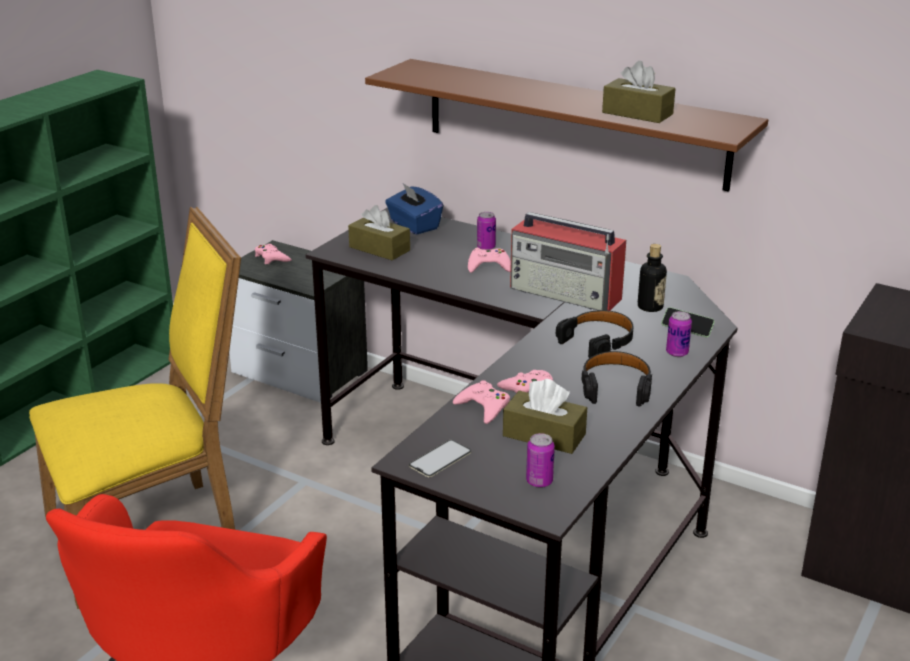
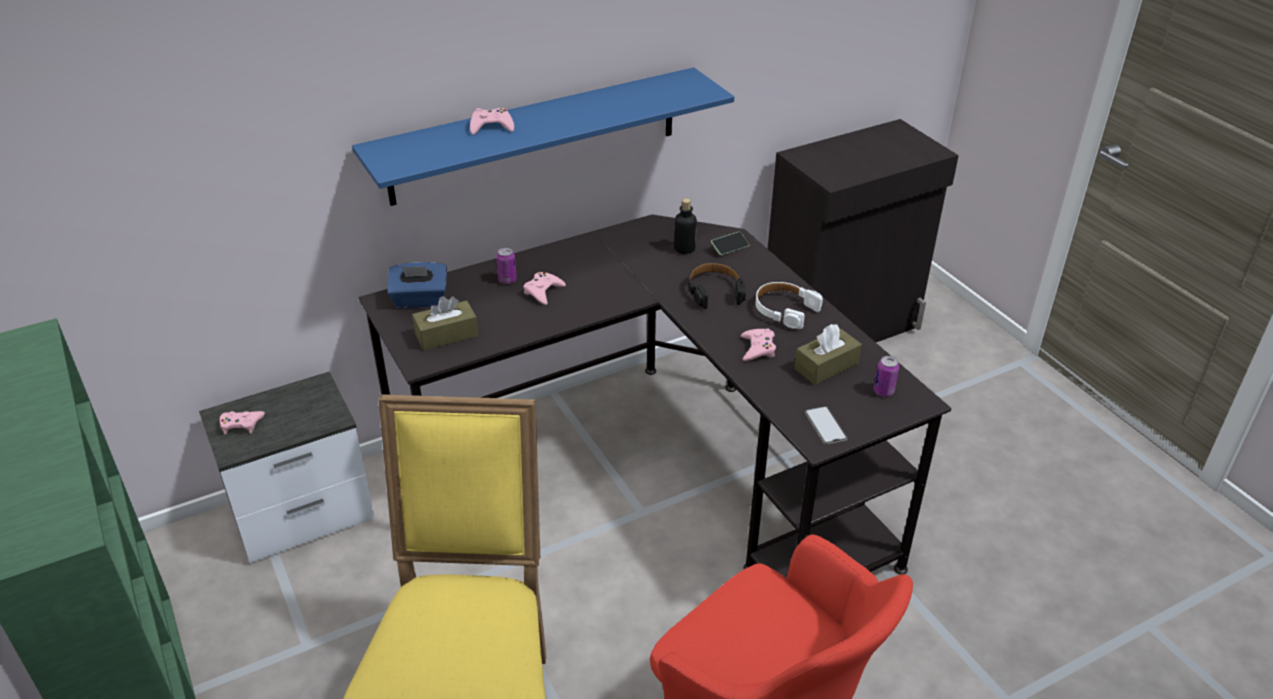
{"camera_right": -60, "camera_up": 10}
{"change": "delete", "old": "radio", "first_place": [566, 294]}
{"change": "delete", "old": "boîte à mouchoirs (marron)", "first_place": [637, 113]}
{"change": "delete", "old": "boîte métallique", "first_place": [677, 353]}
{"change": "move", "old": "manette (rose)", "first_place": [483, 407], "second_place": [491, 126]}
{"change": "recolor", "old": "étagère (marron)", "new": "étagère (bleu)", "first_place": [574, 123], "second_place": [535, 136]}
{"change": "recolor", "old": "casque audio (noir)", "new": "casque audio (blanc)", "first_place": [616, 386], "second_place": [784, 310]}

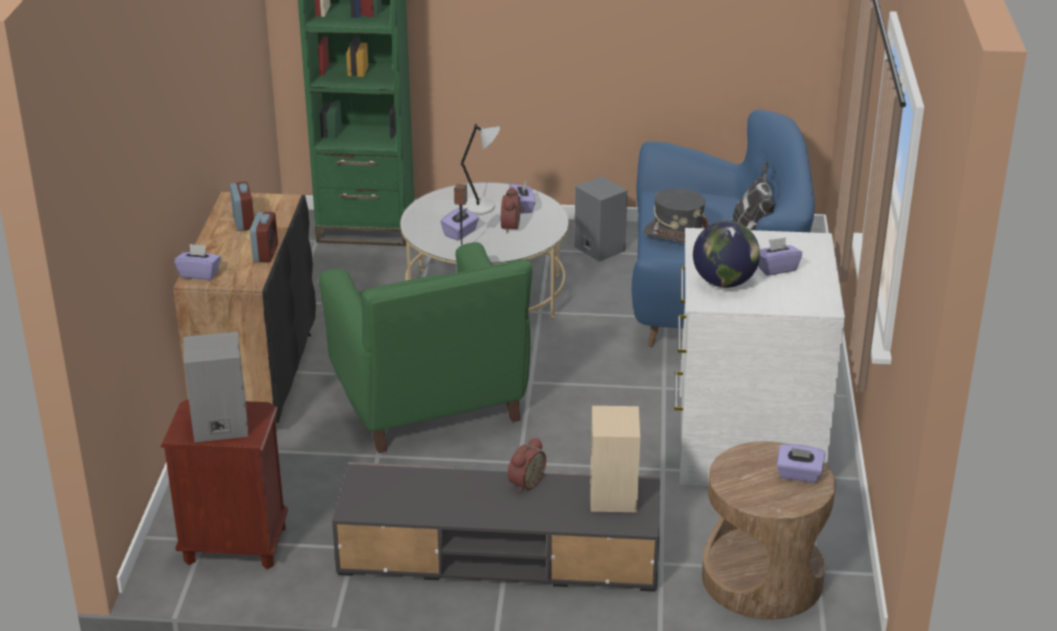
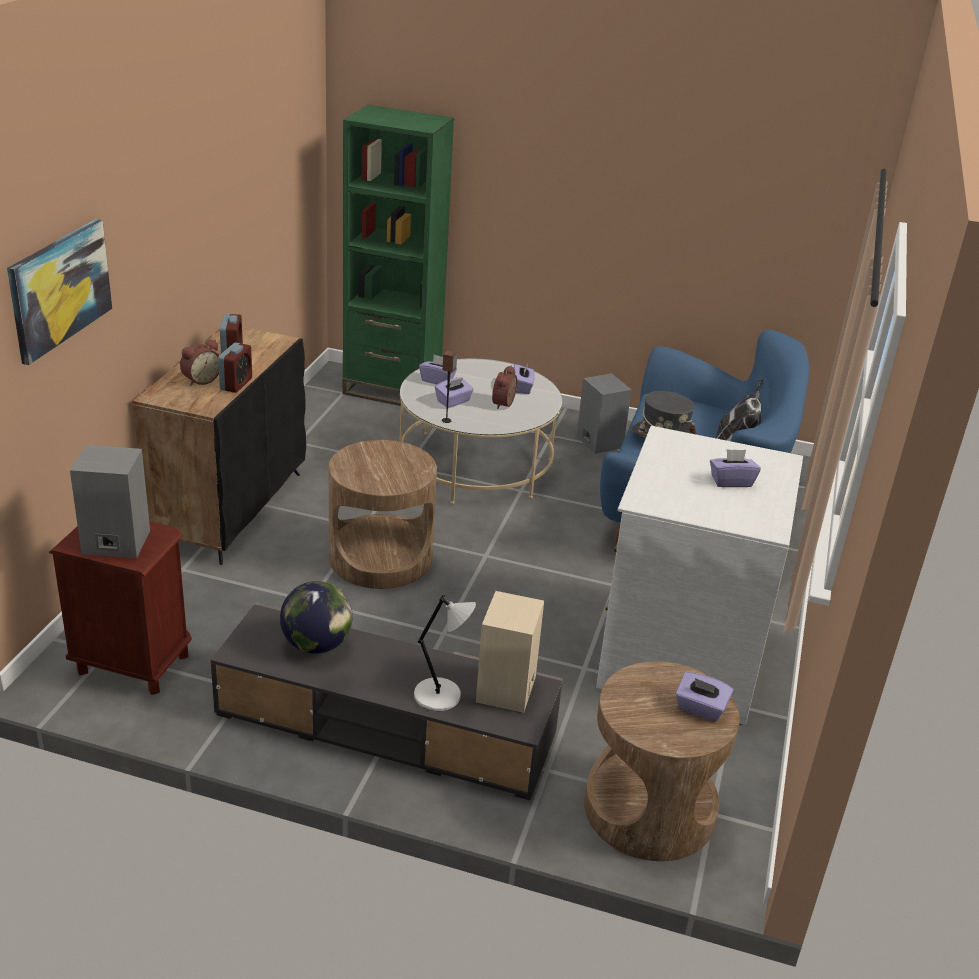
{"camera_right": 10, "camera_up": 0}
{"change": "insert", "new": "tableau", "second_place": [59, 289]}
{"change": "move", "old": "boîte à mouchoirs (violet)", "first_place": [199, 274], "second_place": [437, 380]}
{"change": "move", "old": "lampe de table (gris)", "first_place": [480, 206], "second_place": [440, 696]}
{"change": "move", "old": "réveil", "first_place": [524, 482], "second_place": [200, 380]}
{"change": "move", "old": "globe", "first_place": [724, 283], "second_place": [316, 645]}
{"change": "replace", "old": "fauteuil (vert)", "new": "table d'appoint (marron)", "first_place": [429, 403], "second_place": [380, 558]}

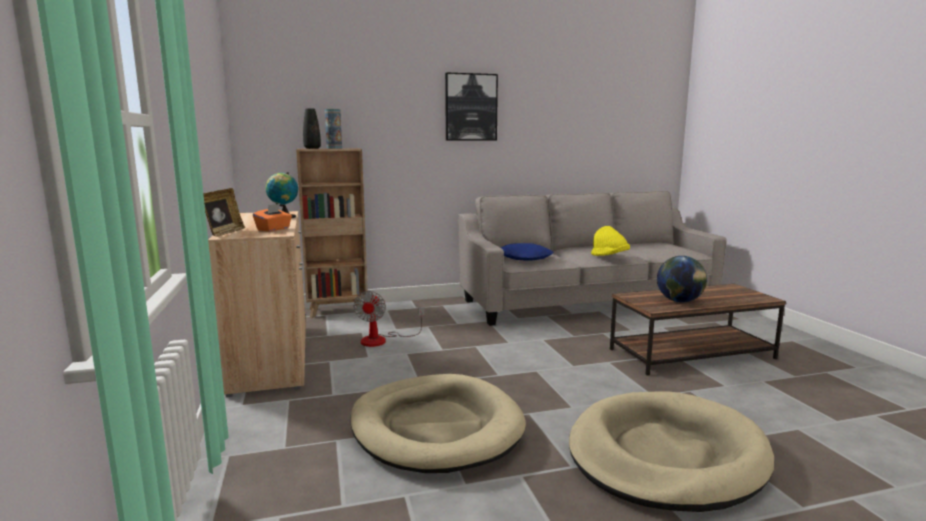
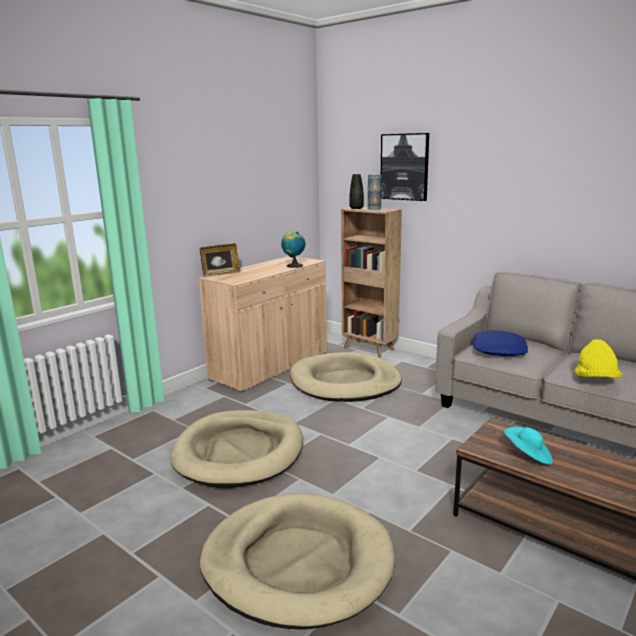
{"camera_right": 55, "camera_up": 5}
{"change": "delete", "old": "boîte à mouchoirs (orange)", "first_place": [273, 229]}
{"change": "move", "old": "tableau", "first_place": [471, 107], "second_place": [404, 167]}
{"change": "replace", "old": "ventilateur", "new": "panier pour chien (beige)", "first_place": [382, 340], "second_place": [345, 382]}
{"change": "replace", "old": "globe", "new": "chapeau (turquoise)", "first_place": [679, 301], "second_place": [528, 456]}

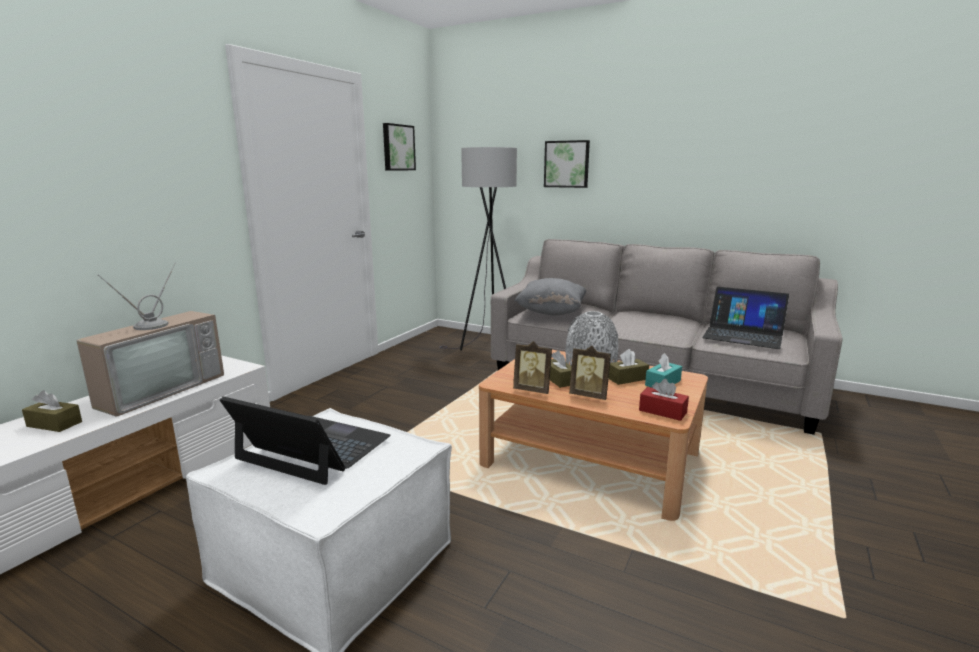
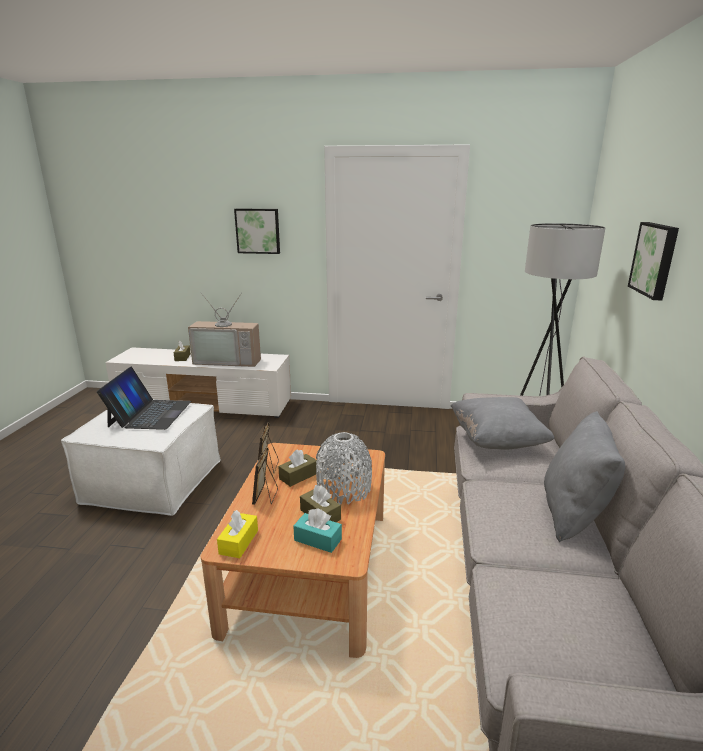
{"camera_right": 70, "camera_up": 5}
{"change": "delete", "old": "ordinateur portable", "first_place": [743, 335]}
{"change": "insert", "new": "coussin (gris)", "second_place": [573, 514]}
{"change": "move", "old": "tableau", "first_place": [397, 147], "second_place": [258, 231]}
{"change": "recolor", "old": "boîte à mouchoirs (rouge)", "new": "boîte à mouchoirs (jaune)", "first_place": [662, 411], "second_place": [239, 542]}

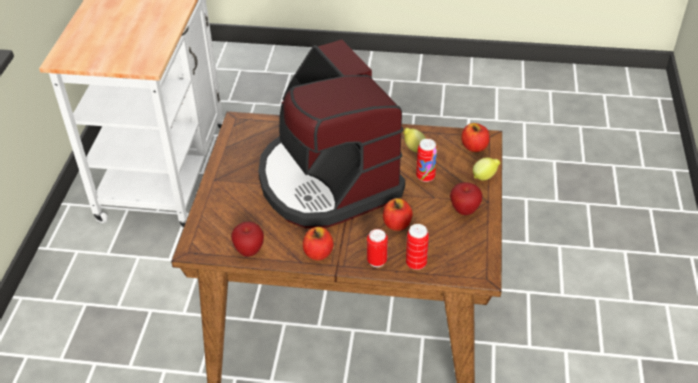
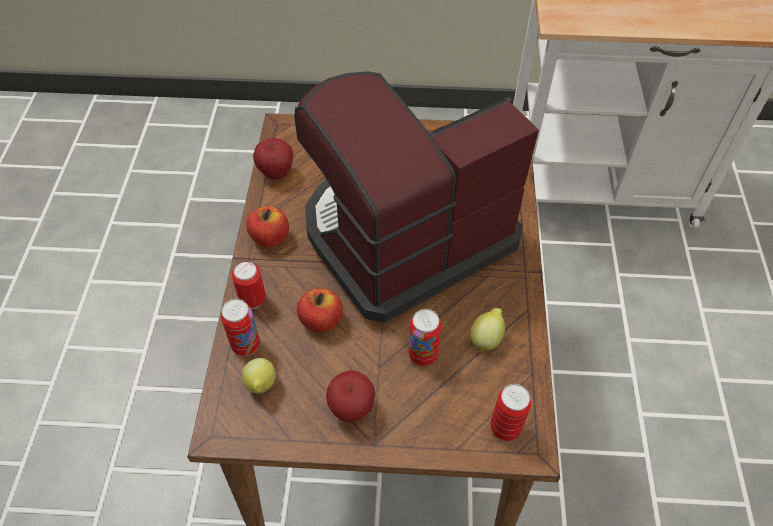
{"camera_right": 85, "camera_up": 10}
{"change": "move", "old": "citron", "first_place": [485, 177], "second_place": [261, 386]}
{"change": "replace", "old": "pomme", "new": "boîte métallique", "first_place": [474, 147], "second_place": [505, 428]}

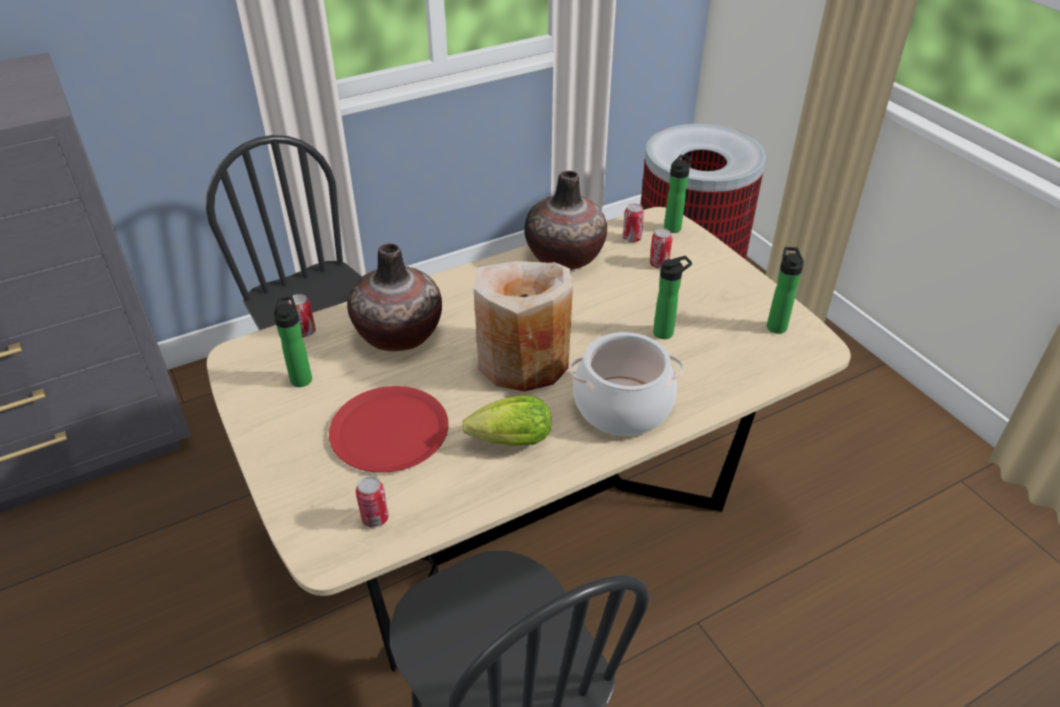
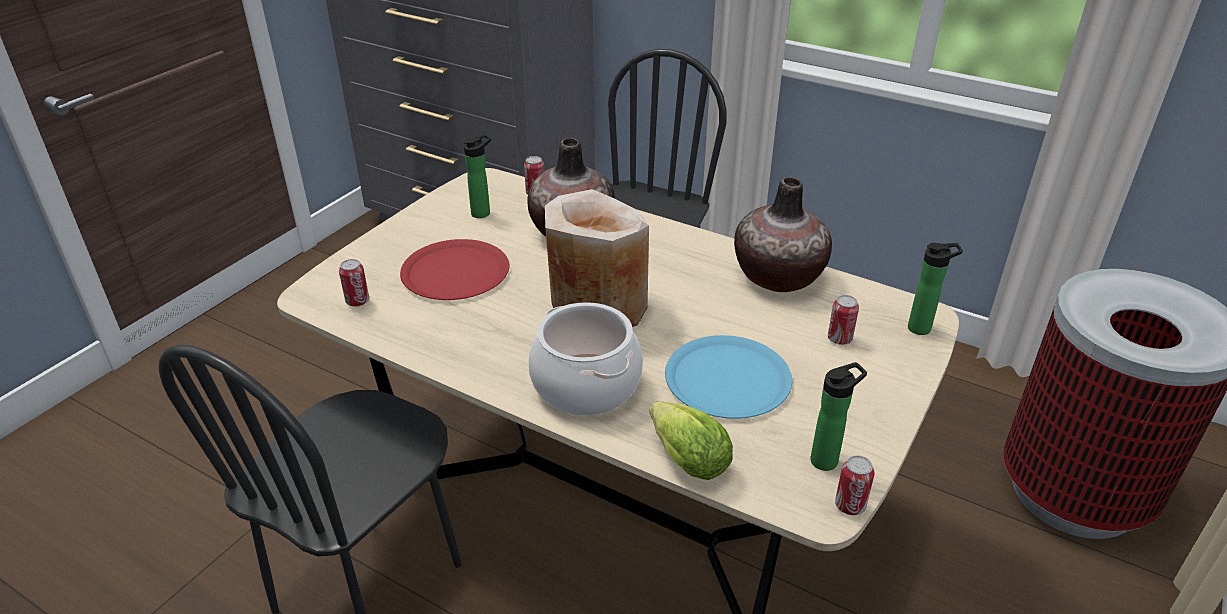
{"camera_right": 60, "camera_up": -5}
{"change": "move", "old": "laitue", "first_place": [507, 441], "second_place": [684, 457]}
{"change": "move", "old": "boîte métallique", "first_place": [631, 238], "second_place": [850, 506]}
{"change": "replace", "old": "bouteille", "new": "assiette (bleu)", "first_place": [666, 332], "second_place": [727, 379]}

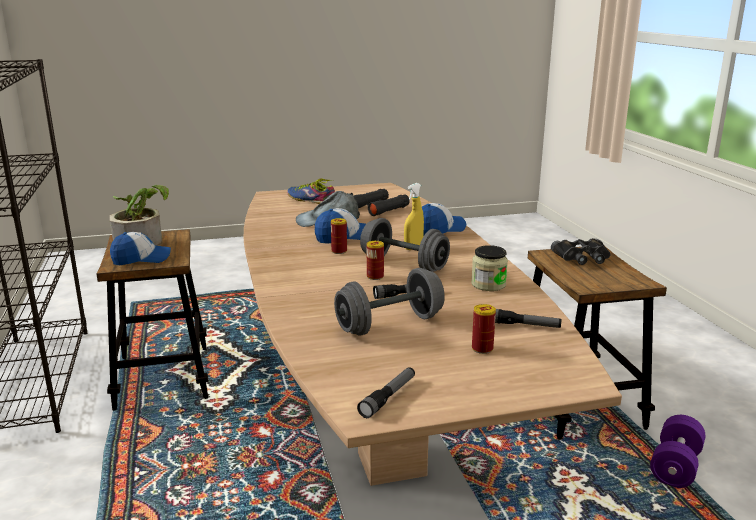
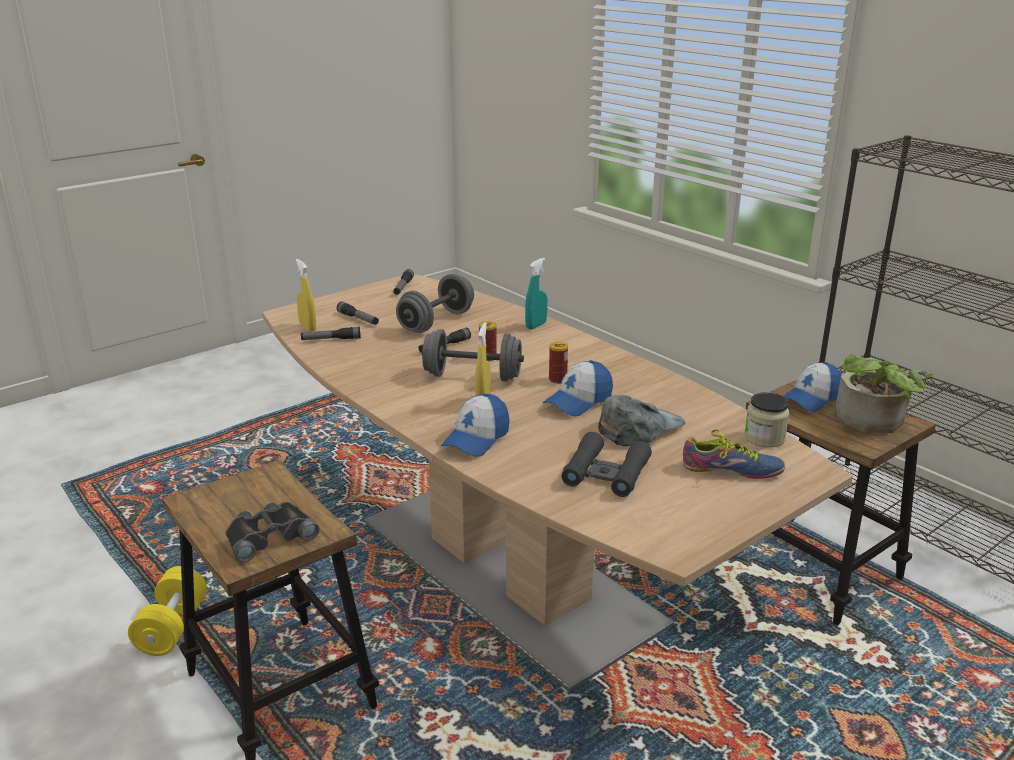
{"camera_right": 155, "camera_up": 5}
{"change": "insert", "new": "vaporisateur (jaune)", "second_place": [308, 327]}
{"change": "insert", "new": "vaporisateur (turquoise)", "second_place": [536, 326]}
{"change": "move", "old": "bocal", "first_place": [488, 284], "second_place": [764, 438]}
{"change": "replace", "old": "boîte métallique", "new": "lampe de poche", "first_place": [482, 349], "second_place": [358, 319]}
{"change": "recolor", "old": "haltère (violet)", "new": "haltère (jaune)", "first_place": [675, 467], "second_place": [172, 628]}

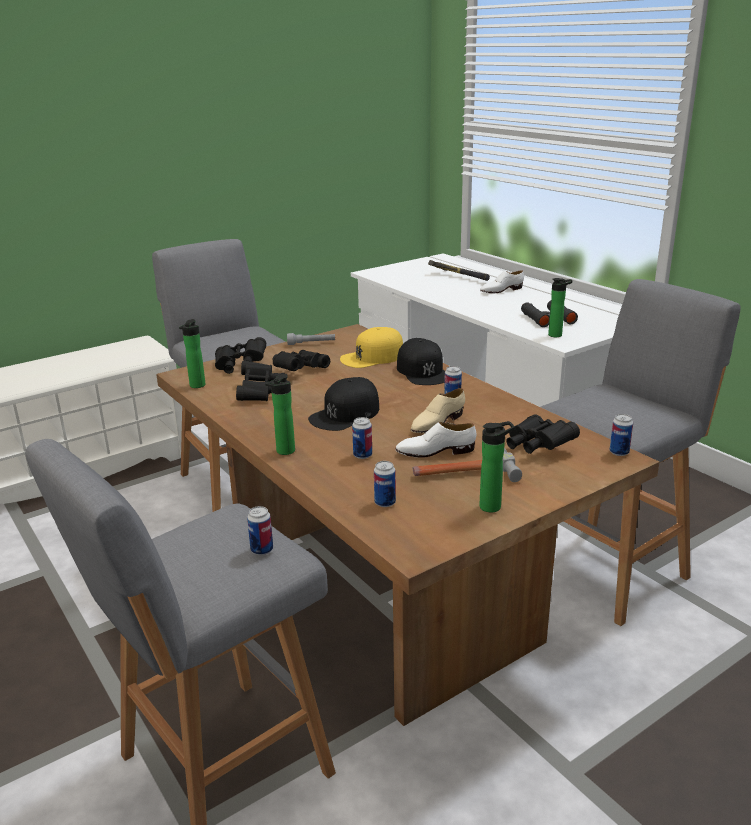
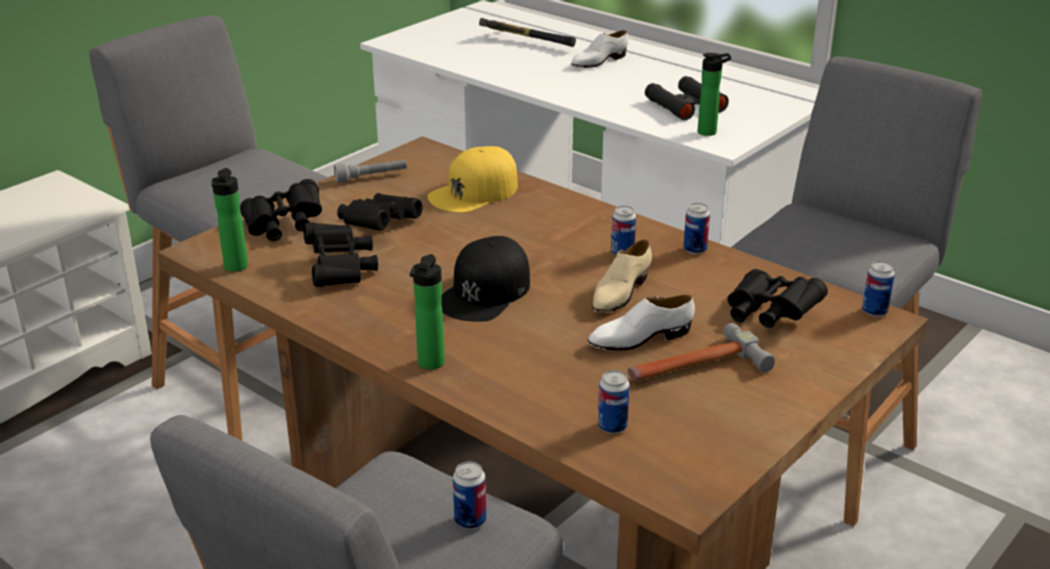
{"camera_right": -15, "camera_up": 5}
{"change": "delete", "old": "casquette (noir)", "first_place": [423, 371]}
{"change": "delete", "old": "bouteille", "first_place": [493, 506]}
{"change": "move", "old": "boîte métallique", "first_place": [362, 455], "second_place": [695, 250]}

